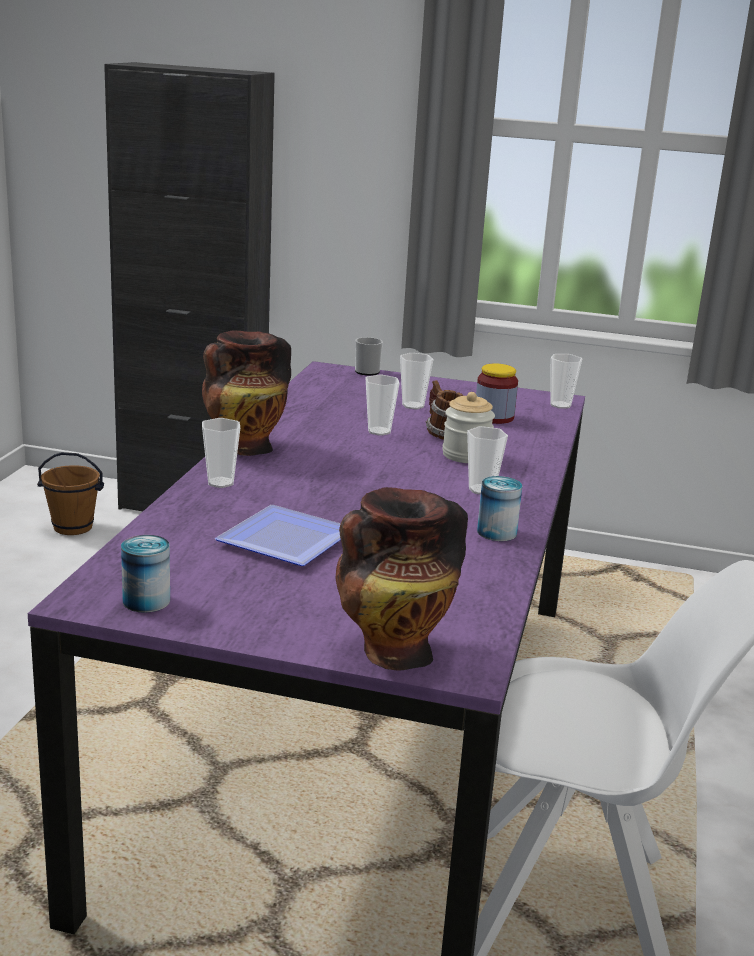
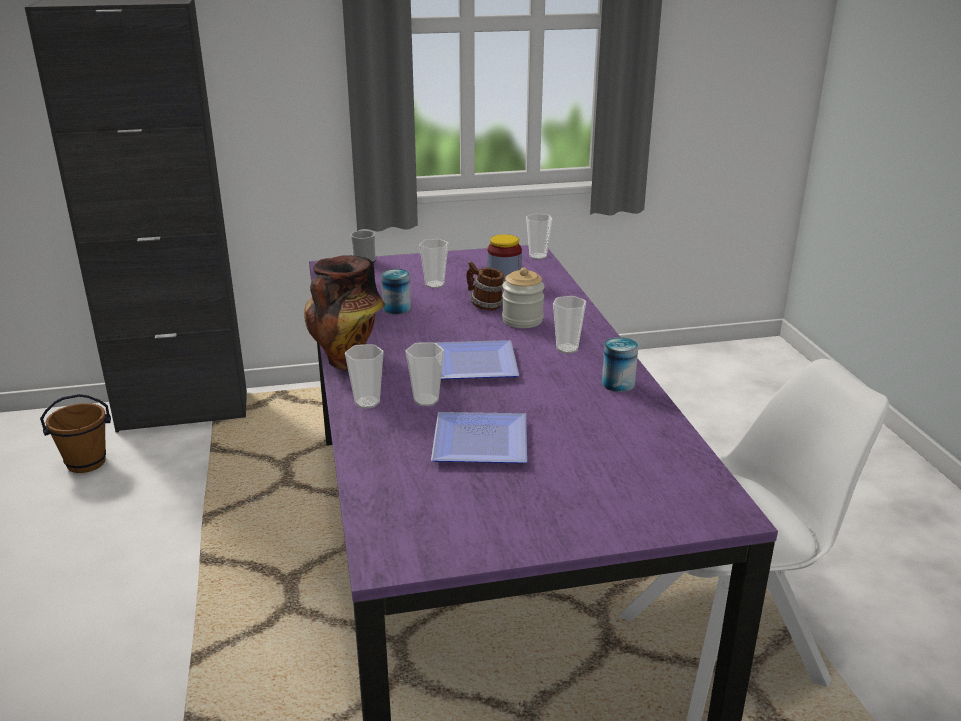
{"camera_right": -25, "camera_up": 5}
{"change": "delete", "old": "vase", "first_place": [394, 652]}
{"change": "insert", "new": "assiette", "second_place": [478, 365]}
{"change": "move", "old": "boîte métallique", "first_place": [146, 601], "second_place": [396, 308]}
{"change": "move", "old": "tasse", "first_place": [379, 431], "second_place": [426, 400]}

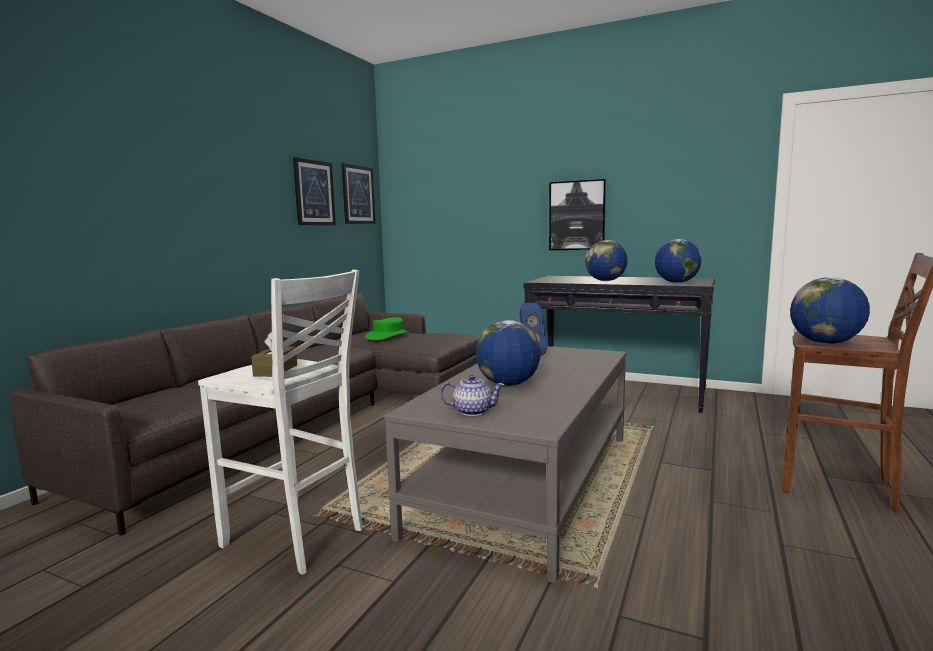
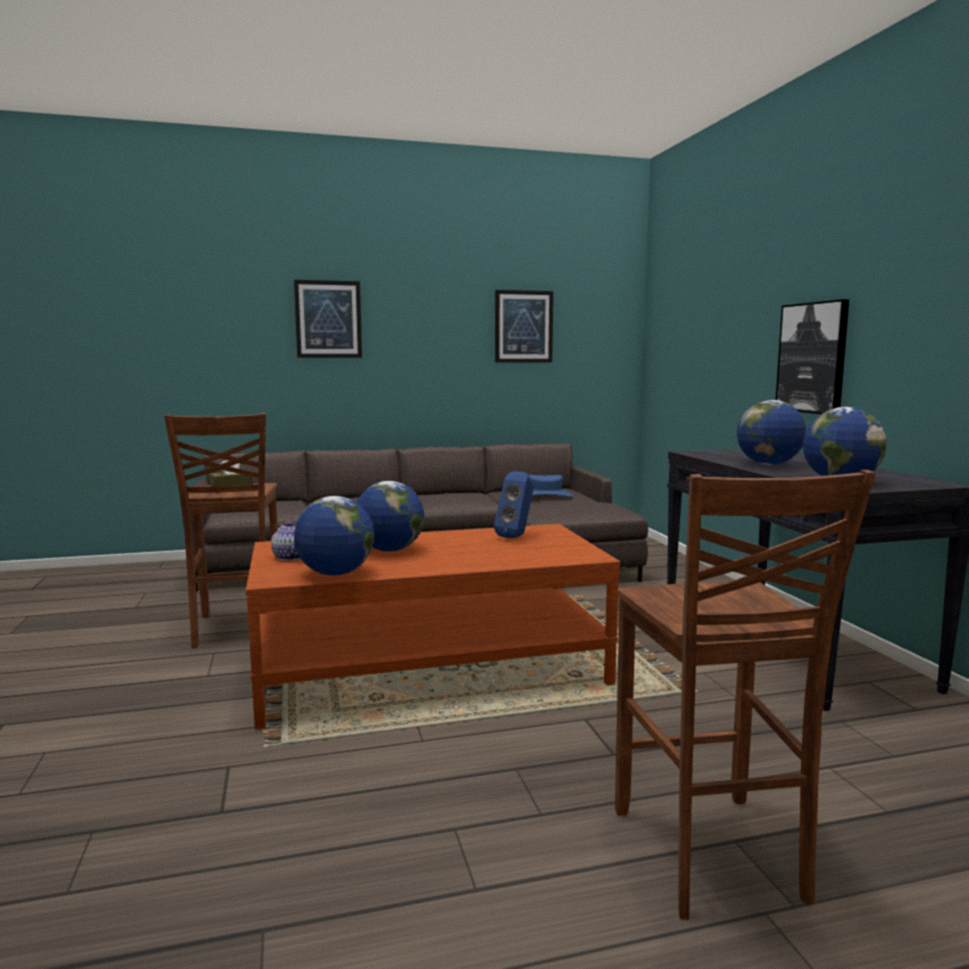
{"camera_right": 50, "camera_up": 0}
{"change": "move", "old": "tableau", "first_place": [358, 195], "second_place": [328, 319]}
{"change": "move", "old": "globe", "first_place": [825, 343], "second_place": [335, 574]}
{"change": "recolor", "old": "tabouret (blanc)", "new": "tabouret (marron)", "first_place": [296, 538], "second_place": [236, 630]}
{"change": "recolor", "old": "chapeau (vert)", "new": "chapeau (bleu)", "first_place": [388, 336], "second_place": [544, 495]}
{"change": "recolor", "old": "table basse (gris)", "new": "table basse (marron)", "first_place": [528, 481], "second_place": [431, 670]}

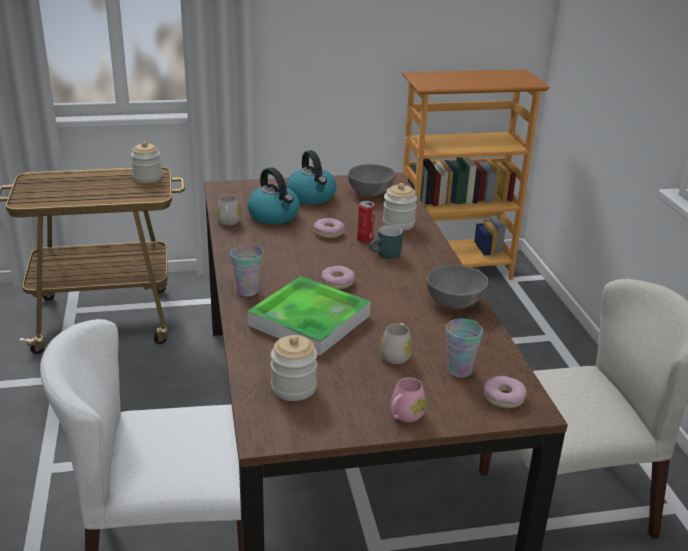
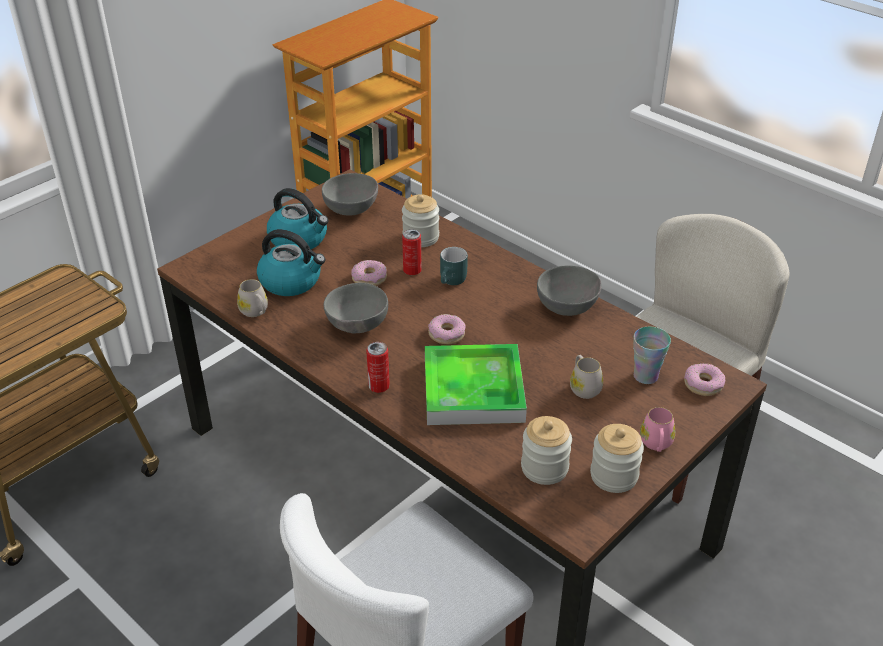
{"camera_right": -35, "camera_up": 10}
{"change": "insert", "new": "bol (gris)", "second_place": [356, 326]}
{"change": "move", "old": "bocal", "first_place": [147, 178], "second_place": [614, 476]}
{"change": "replace", "old": "tasse", "new": "boîte métallique", "first_place": [247, 291], "second_place": [379, 386]}

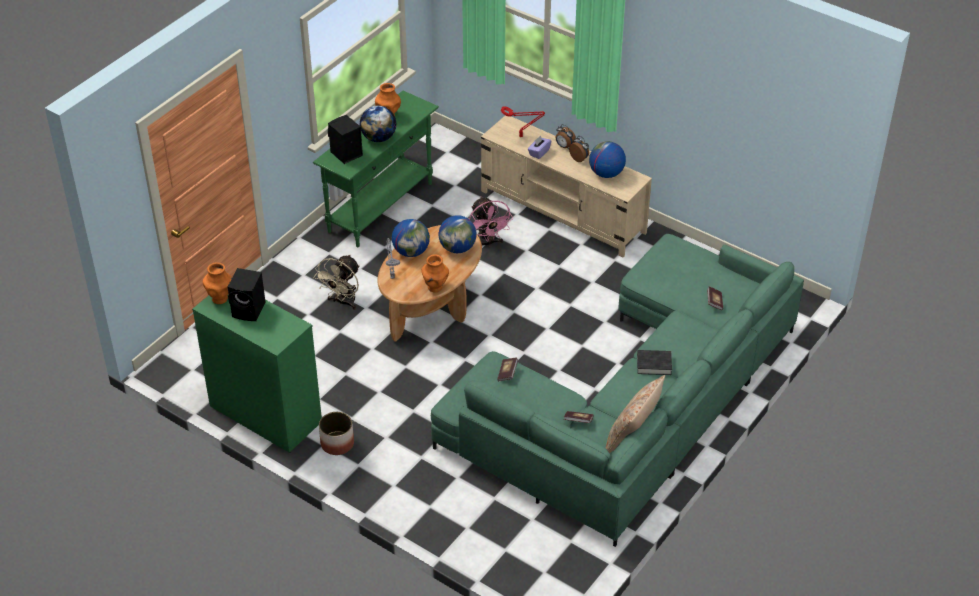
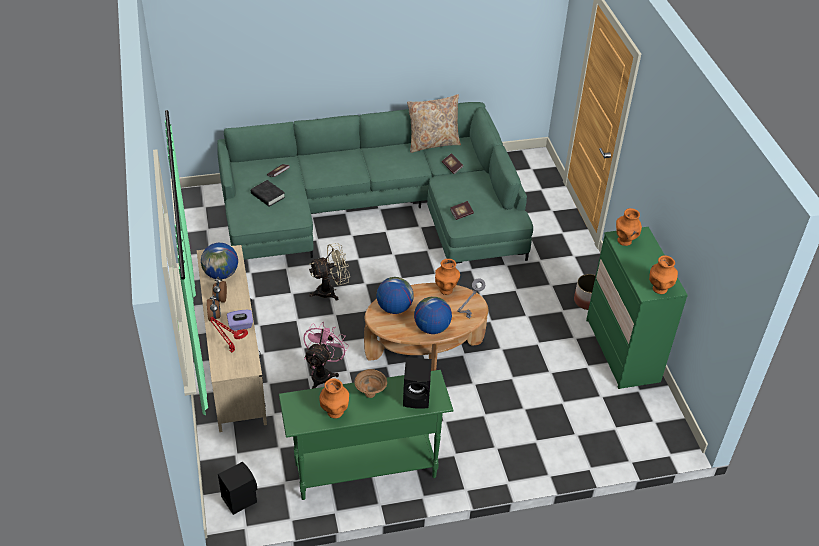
{"camera_right": -140, "camera_up": 0}
{"change": "insert", "new": "vase (orange)", "second_place": [625, 241]}
{"change": "move", "old": "enceinte (noir)", "first_place": [250, 310], "second_place": [239, 498]}
{"change": "move", "old": "ventilateur (beige)", "first_place": [343, 302], "second_place": [330, 291]}
{"change": "move", "old": "livre (noir)", "first_place": [654, 364], "second_place": [268, 195]}
{"change": "replace", "old": "globe", "new": "bol (marron)", "first_place": [378, 138], "second_place": [371, 394]}

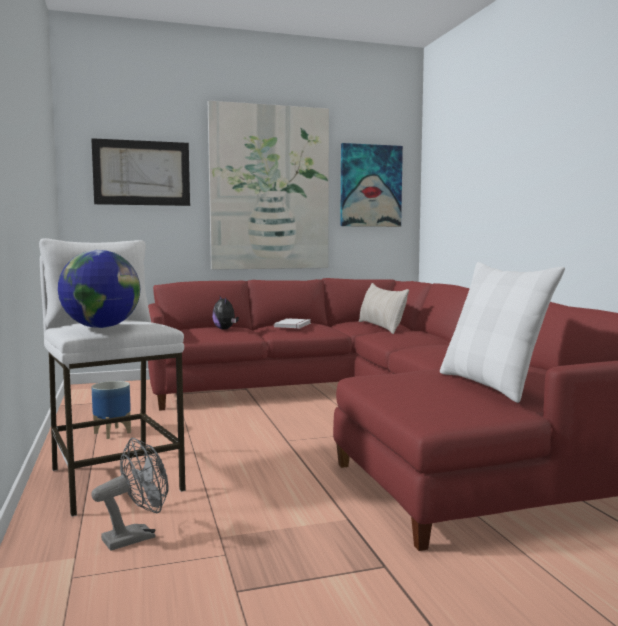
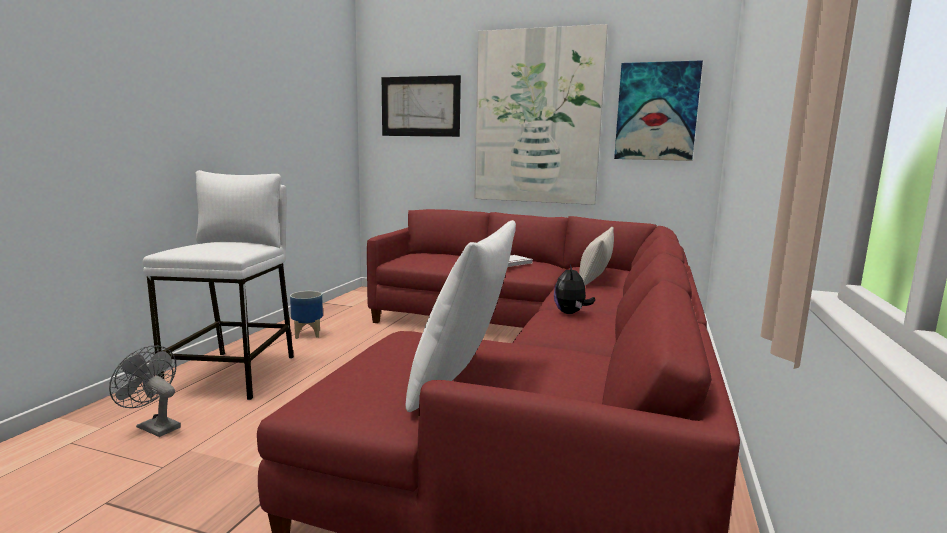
{"camera_right": 35, "camera_up": 5}
{"change": "delete", "old": "globe", "first_place": [101, 327]}
{"change": "move", "old": "peluche", "first_place": [225, 329], "second_place": [571, 313]}
{"change": "rotate", "old": "ventilateur (gris)", "first_place": [136, 536], "second_place": [154, 426], "degrees": -150}

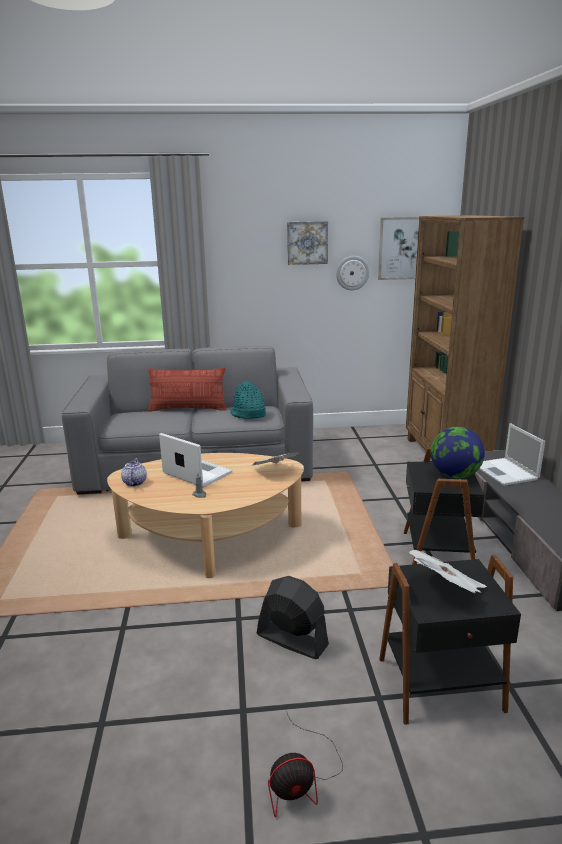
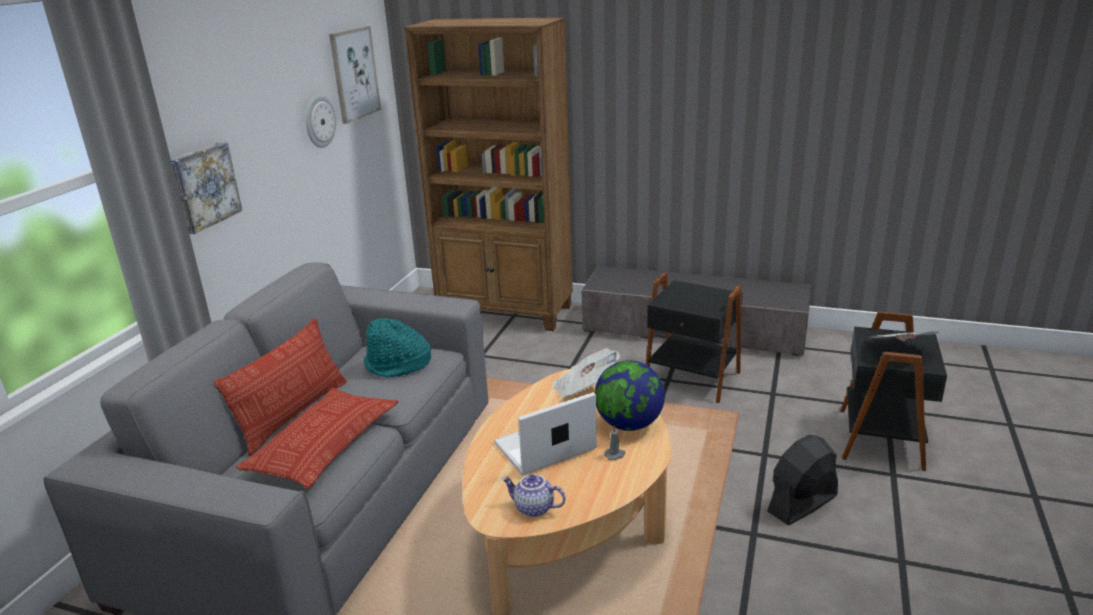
{"camera_right": -65, "camera_up": 5}
{"change": "delete", "old": "ventilateur", "first_place": [301, 779]}
{"change": "delete", "old": "ordinateur portable", "first_place": [506, 472]}
{"change": "insert", "new": "coussin", "second_place": [324, 444]}
{"change": "move", "old": "tableau", "first_place": [307, 242], "second_place": [204, 186]}
{"change": "move", "old": "globe", "first_place": [454, 475], "second_place": [629, 424]}

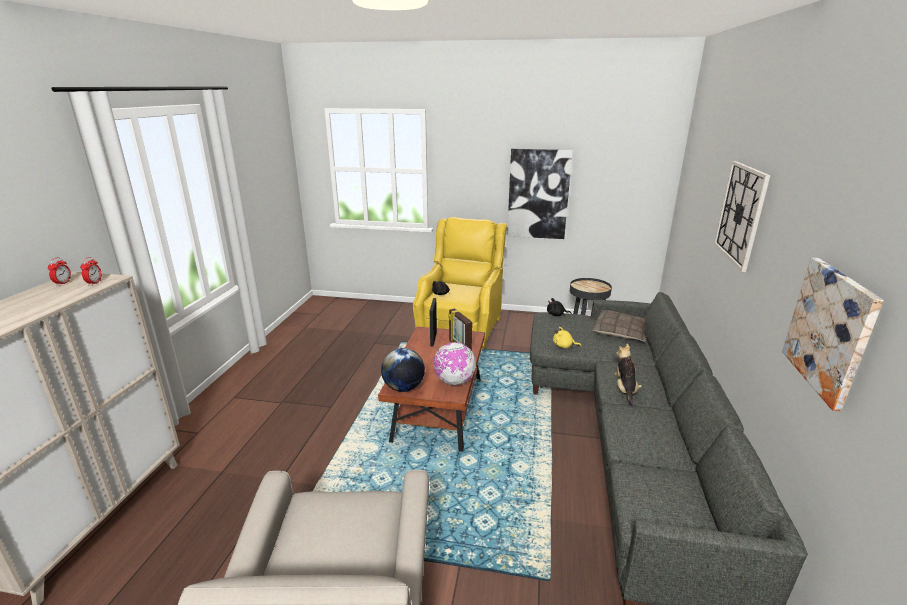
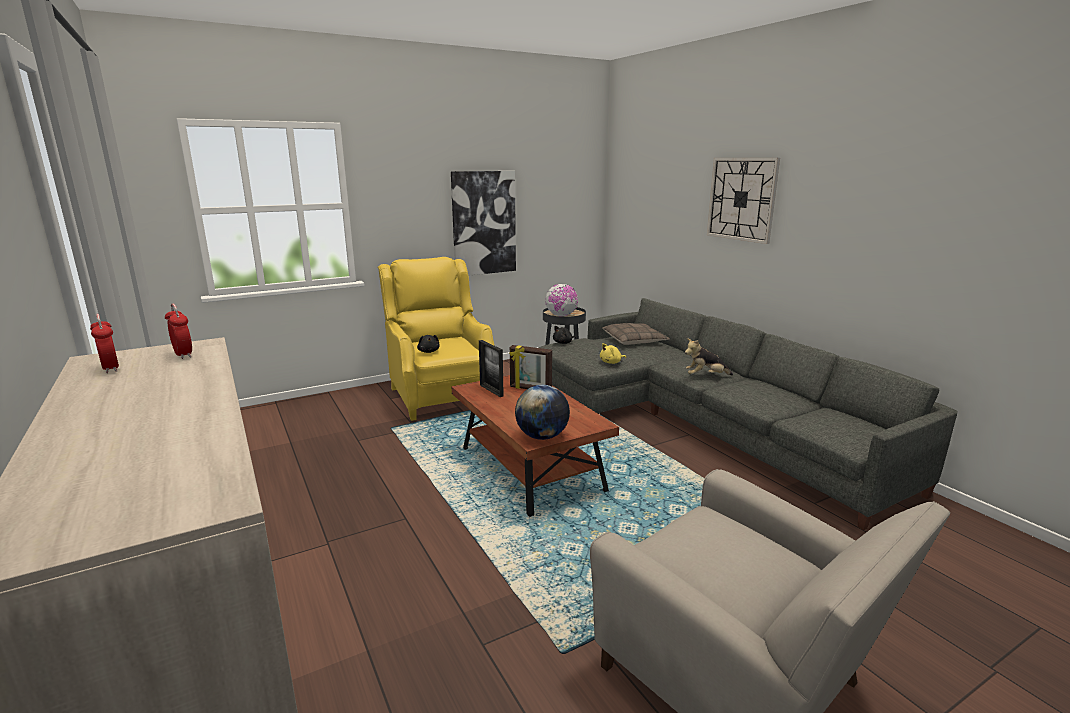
{"camera_right": -40, "camera_up": -5}
{"change": "delete", "old": "tableau", "first_place": [830, 330]}
{"change": "move", "old": "globe", "first_place": [454, 382], "second_place": [561, 316]}
{"change": "rotate", "old": "peluche", "first_place": [625, 390], "second_place": [705, 376], "degrees": -60}

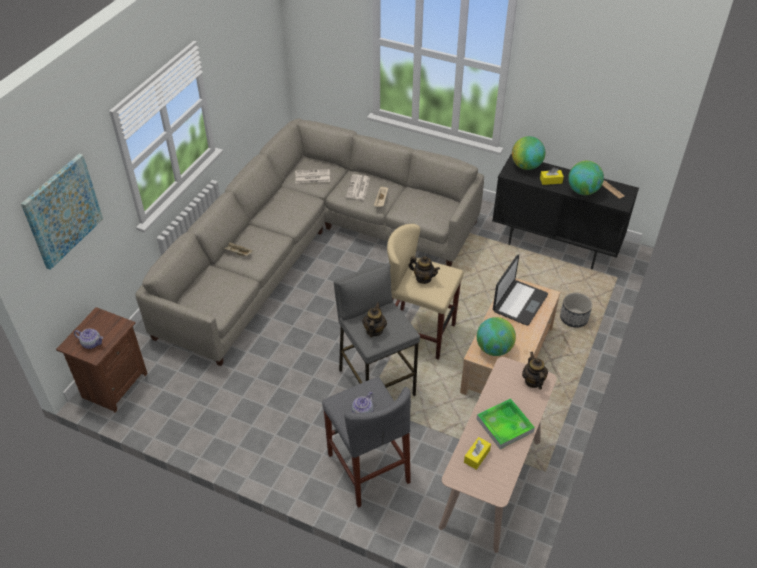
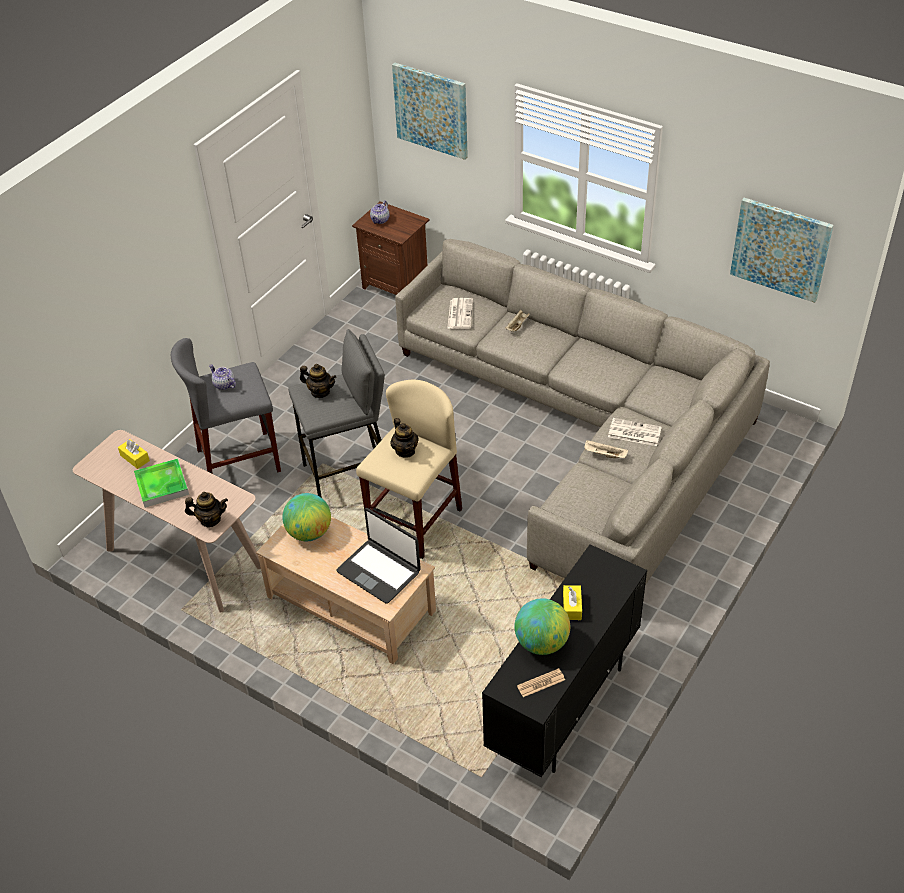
{"camera_right": 100, "camera_up": 0}
{"change": "delete", "old": "globe", "first_place": [526, 166]}
{"change": "delete", "old": "cache-pot", "first_place": [574, 318]}
{"change": "insert", "new": "tableau", "second_place": [780, 249]}
{"change": "move", "old": "journal", "first_place": [312, 177], "second_place": [460, 314]}
{"change": "rotate", "old": "théière", "first_place": [423, 278], "second_place": [405, 451], "degrees": -60}

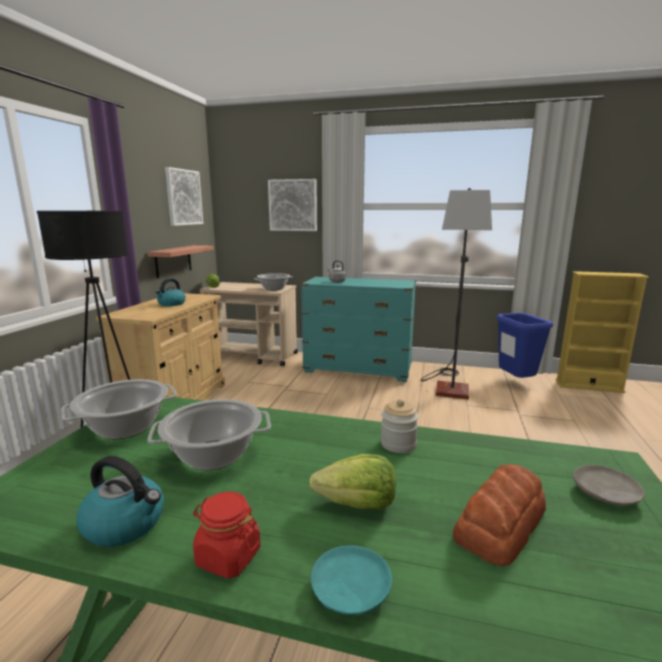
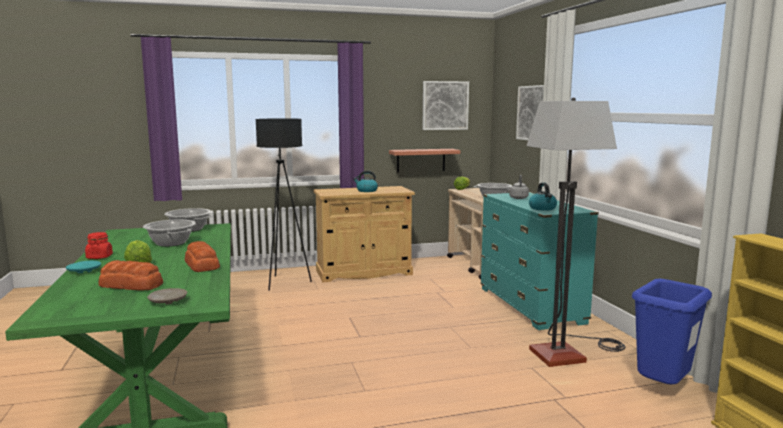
{"camera_right": 60, "camera_up": -5}
{"change": "move", "old": "bouilloire", "first_place": [126, 524], "second_place": [543, 208]}
{"change": "replace", "old": "bocal", "new": "pain", "first_place": [398, 444], "second_place": [202, 264]}

